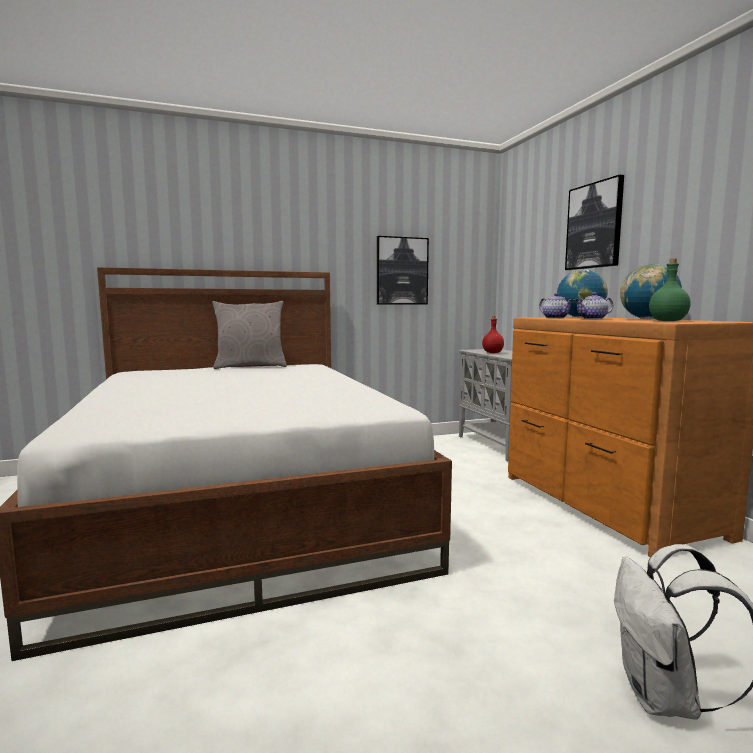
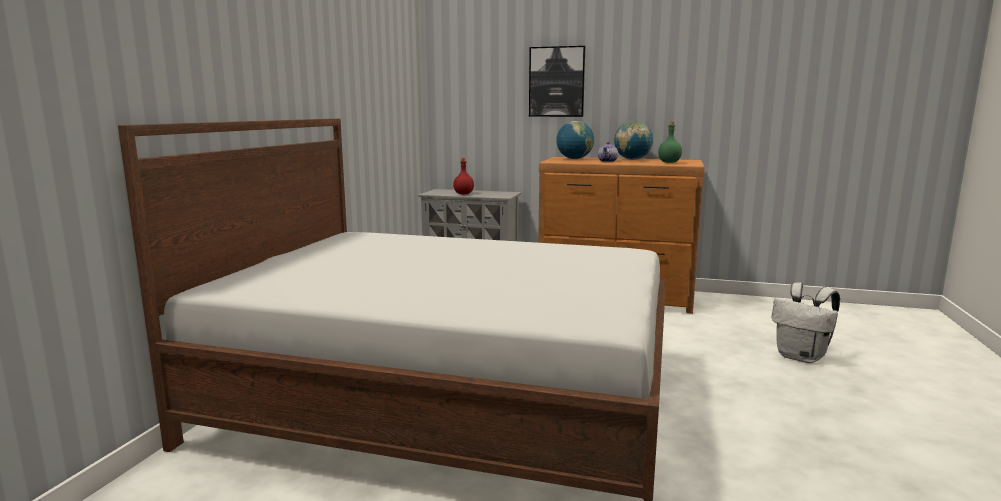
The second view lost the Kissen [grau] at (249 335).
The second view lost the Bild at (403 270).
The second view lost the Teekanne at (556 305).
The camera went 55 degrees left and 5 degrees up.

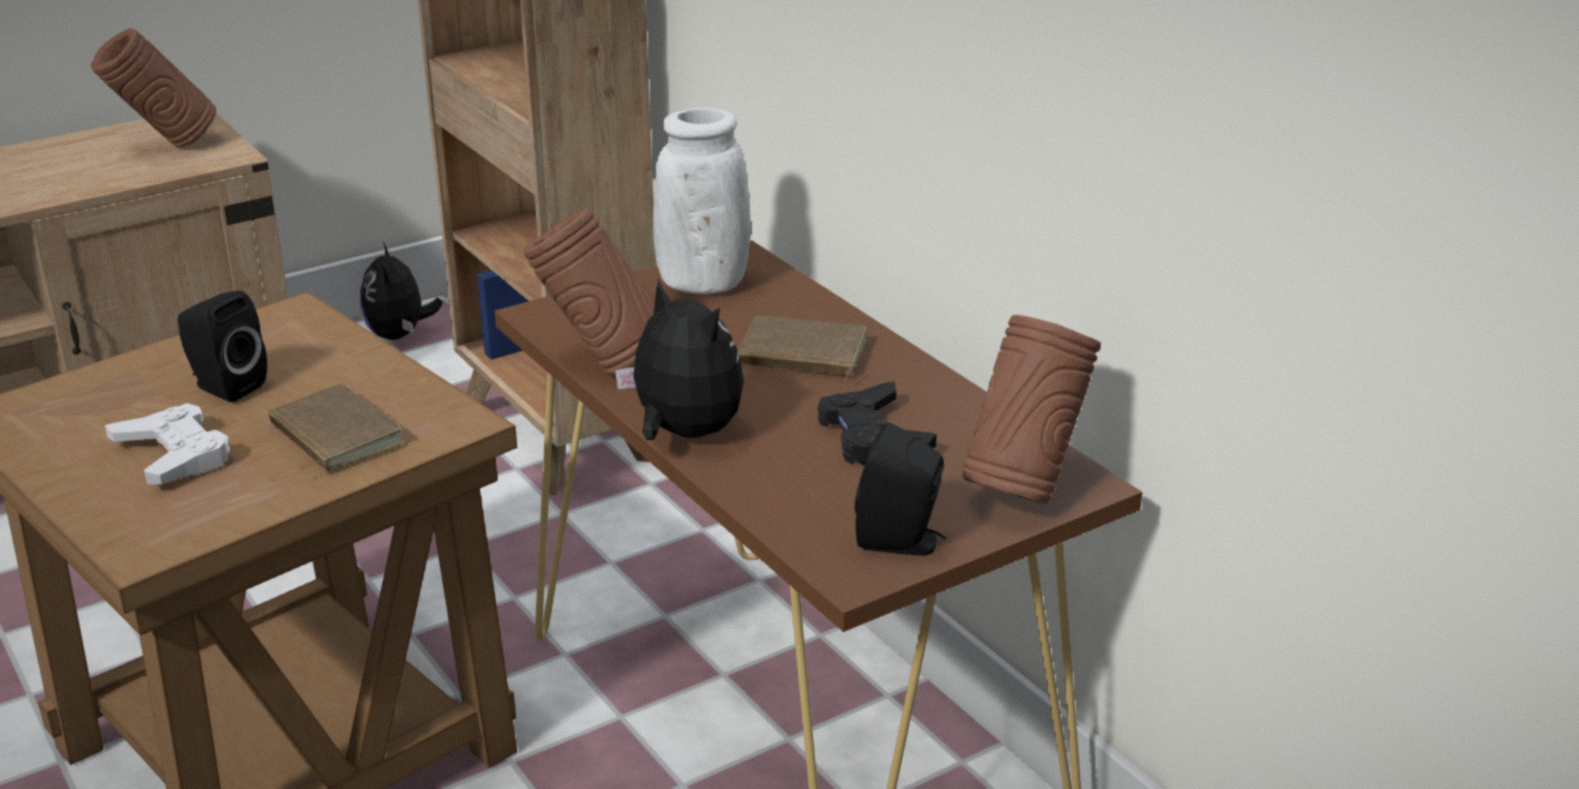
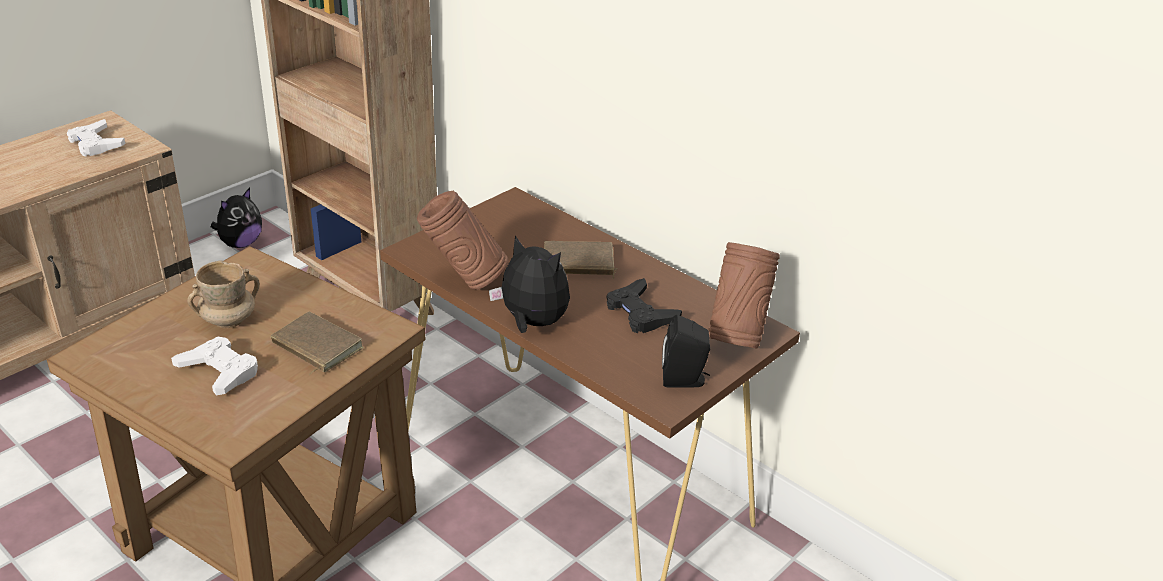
Where the Vase [braun] stood at (153 88), the Gamepad [weiß] came to stand at (96 138).
Where the Lautsprecher [schwarz] stood at (222 347), the Henkelbecher [beige] came to stand at (223 294).
The Plüschtier at (401 291) ended up facing another way, 120 degrees counterclockwise from before.
The second view lost the Vase [weiß] at (702 201).
The camera went 15 degrees left and 5 degrees up.

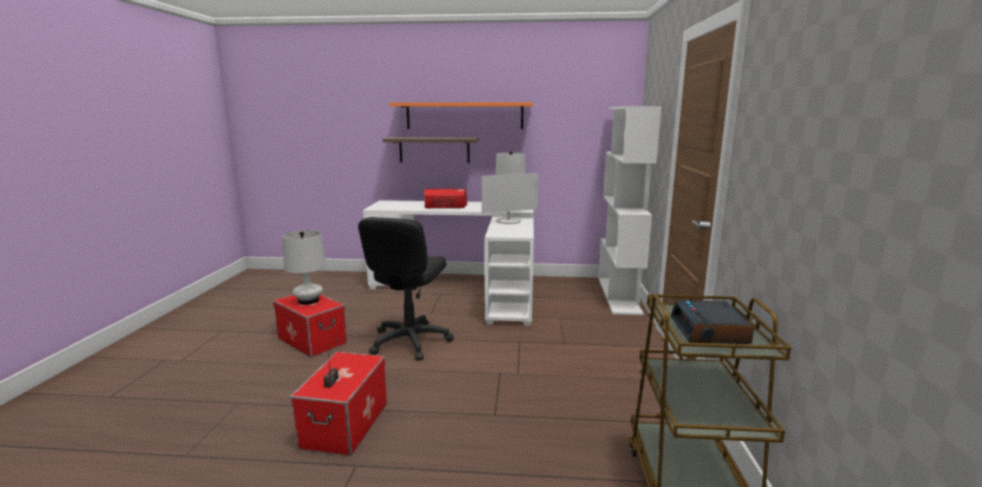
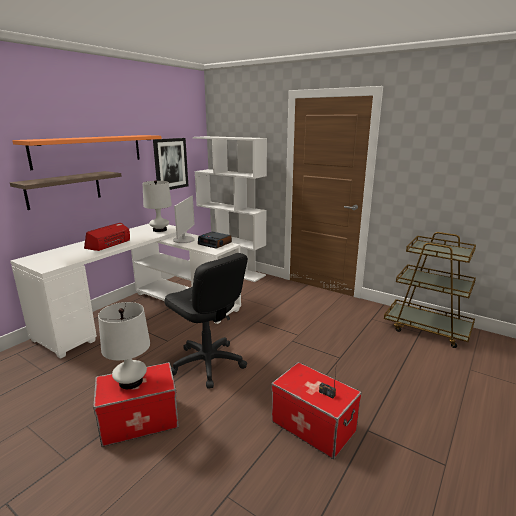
The second view gained the Bild at (170 164).
The Wecker ended up elsewhere, having gone from (712 322) to (215 240).
The camera went 60 degrees left and 5 degrees up.

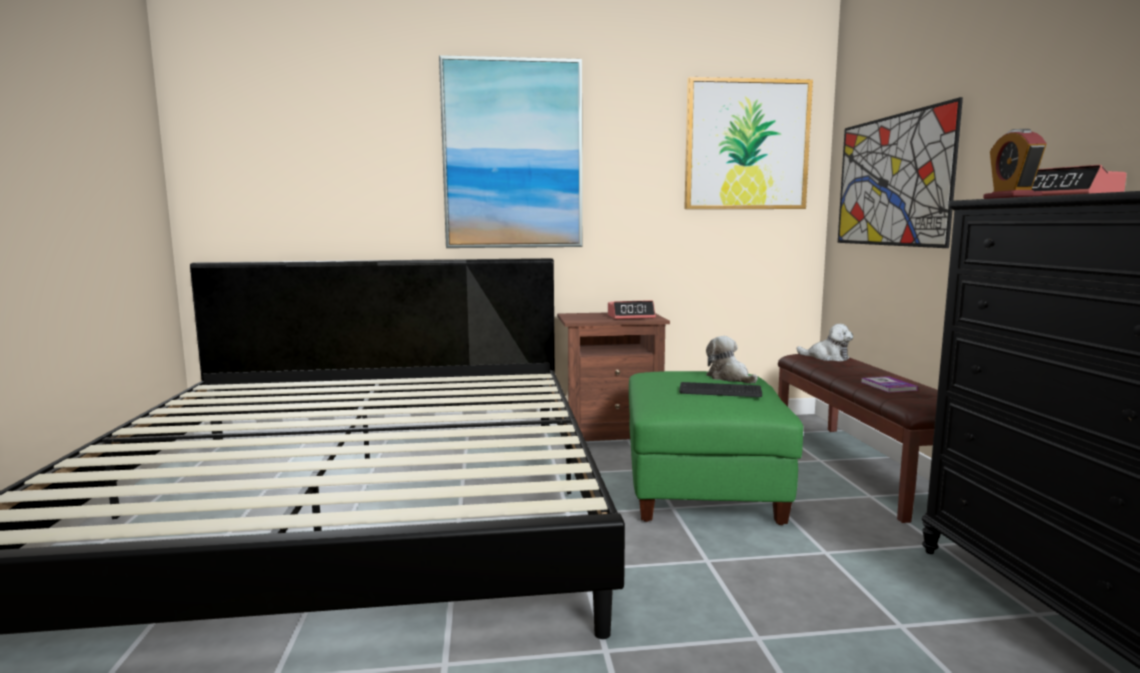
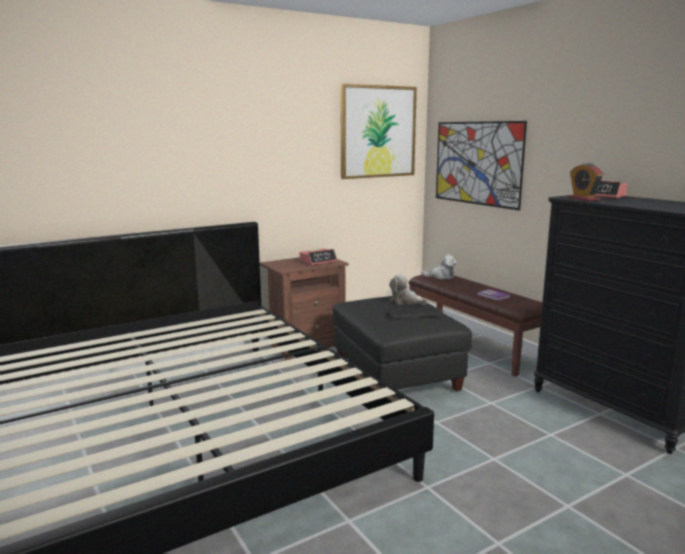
What was the Polsterhocker [grün] at (716 448) turned into the Polsterhocker [schwarz] at (402 343).
The second view lost the Bild at (510 151).
The camera went 25 degrees left and 5 degrees up.

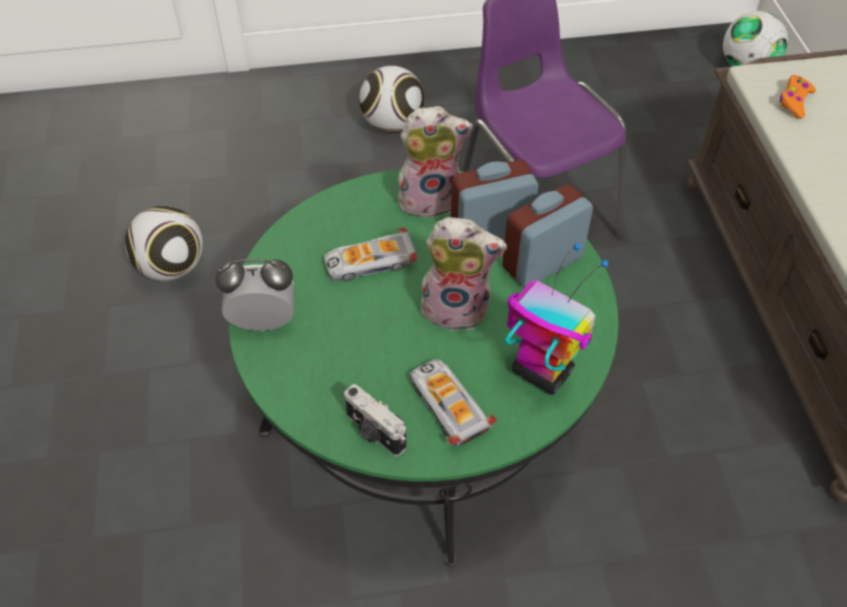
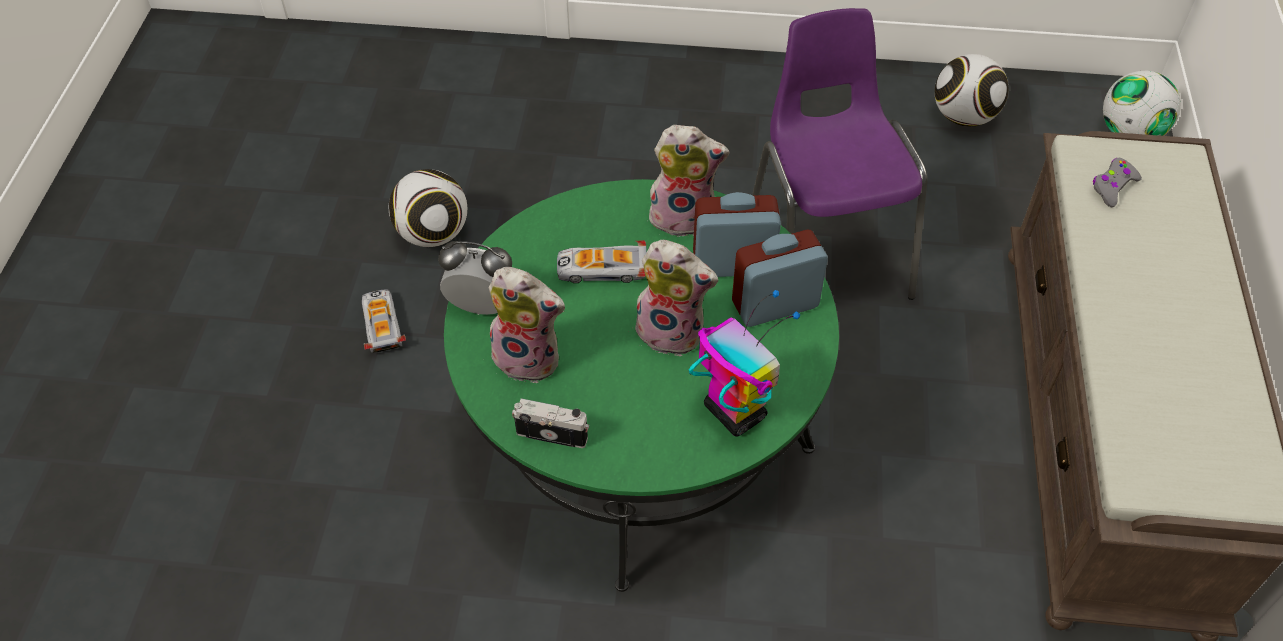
The Spielzeugauto ended up elsewhere, having gone from (453 402) to (384 321).
The second view gained the Plüschtier at (526 325).
The Kamera at (375 420) ended up facing another way, 135 degrees clockwise from before.
The Fußball ended up elsewhere, having gone from (391 99) to (971 90).
What was the Gamepad [orange] at (798 97) turned into the Gamepad [grau] at (1117 182).
The camera went 15 degrees right and 0 degrees up.

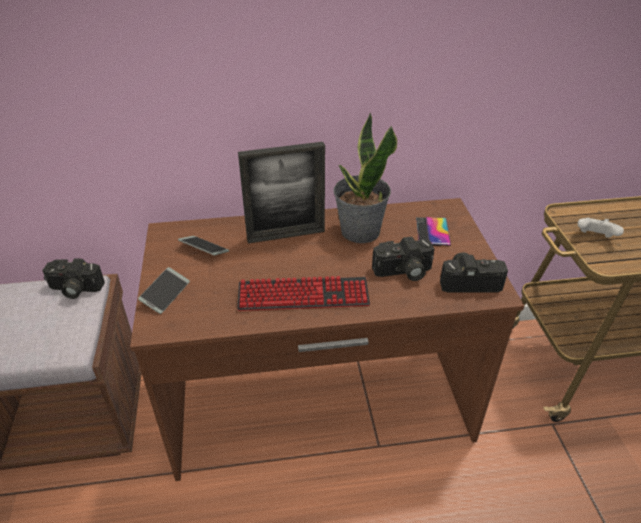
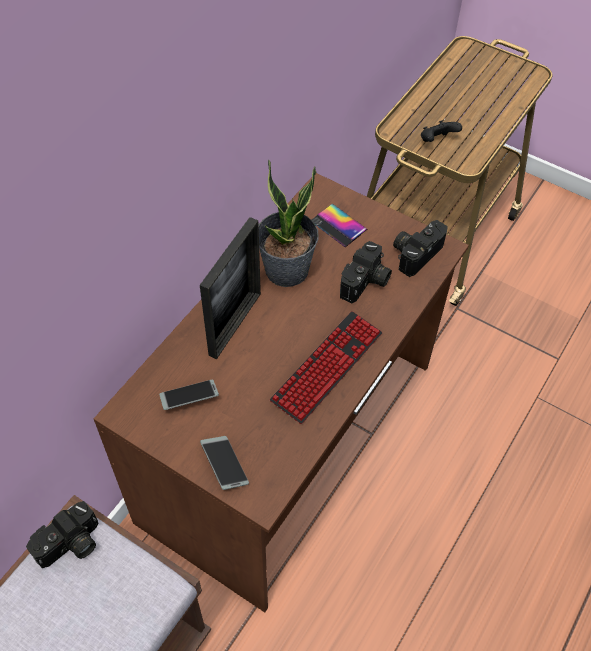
What was the Gamepad [weiß] at (601 228) turned into the Gamepad [schwarz] at (441 131).
The camera went 50 degrees left and 15 degrees up.

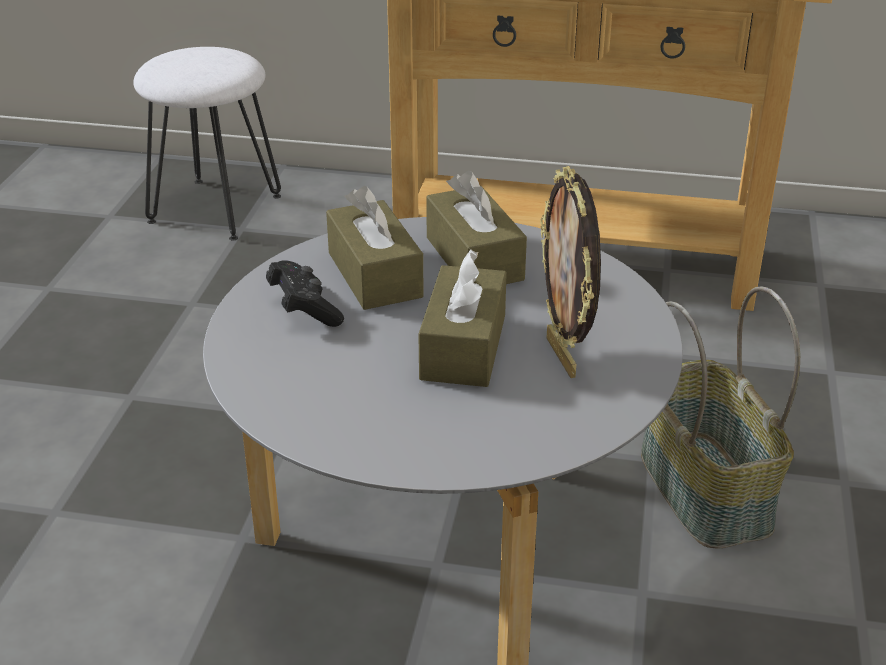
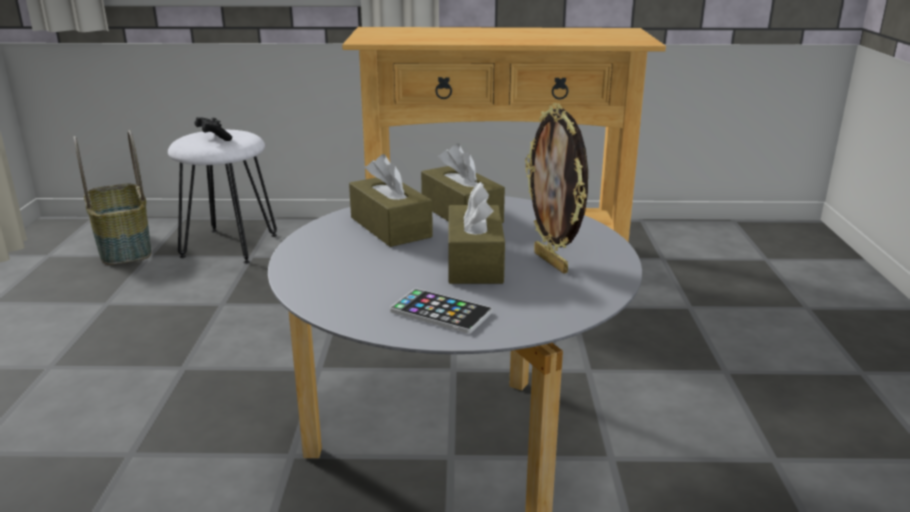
The Korb ended up elsewhere, having gone from (720 417) to (112 197).
The Gamepad [schwarz] ended up elsewhere, having gone from (305 293) to (213 129).
The second view gained the Handy at (441 311).
The camera went 10 degrees left and 10 degrees down.

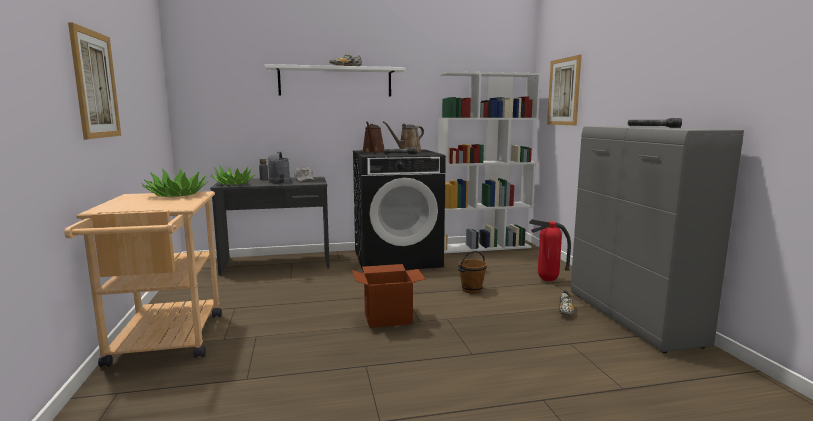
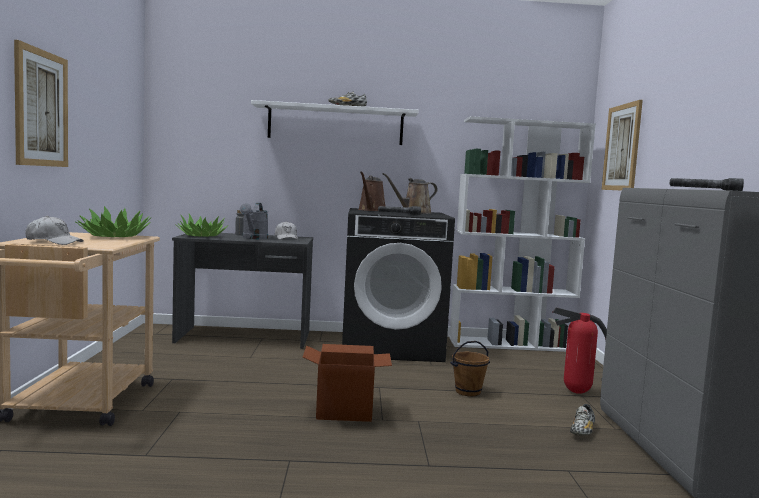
The second view gained the Kappe [weiß] at (54 230).
The camera went 10 degrees right and 5 degrees down.

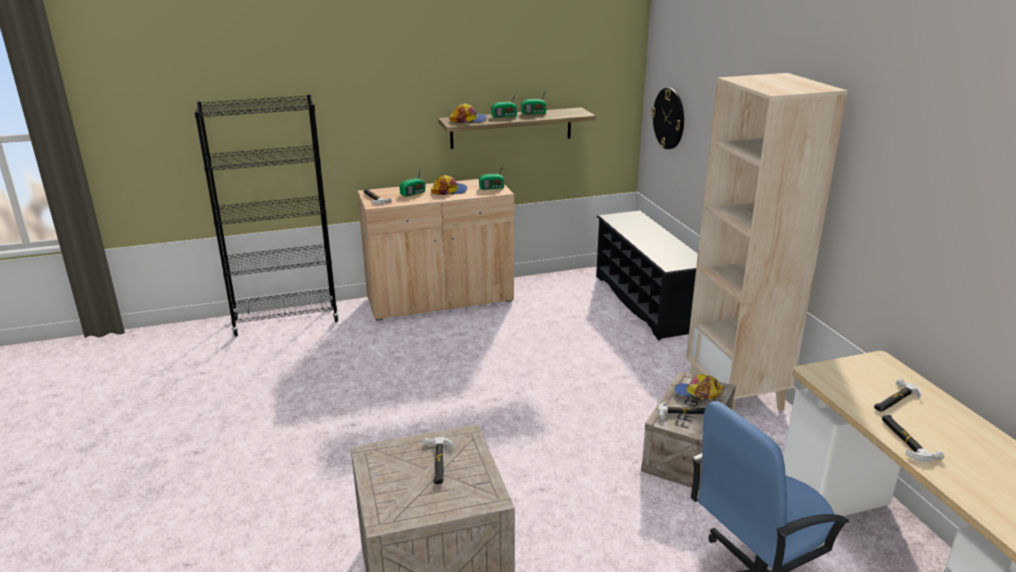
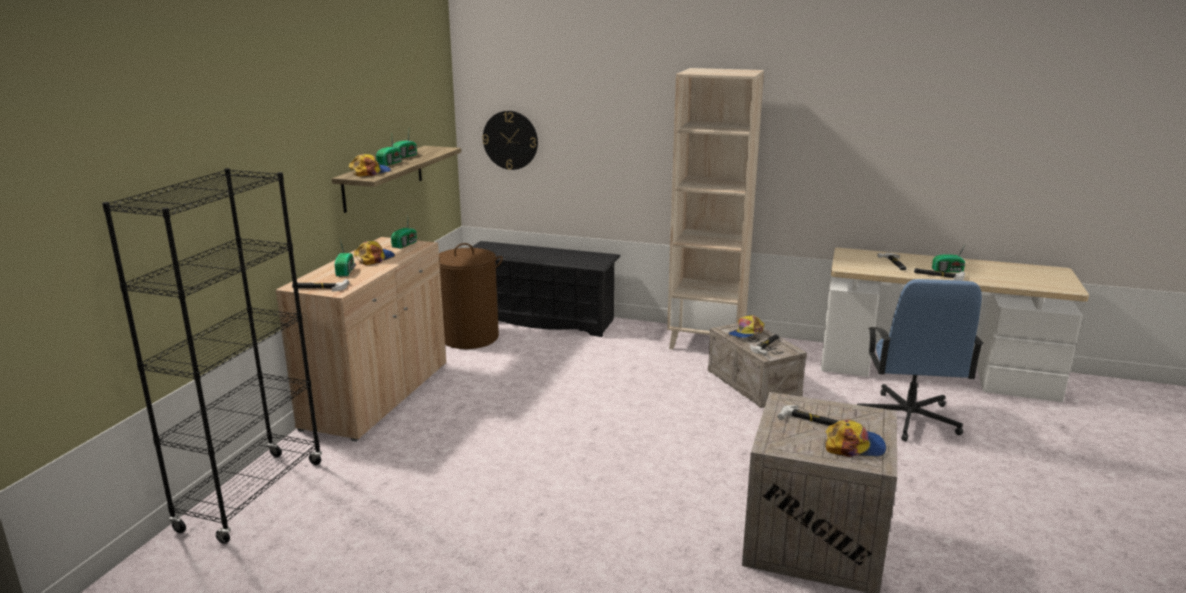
The second view gained the Wäschekorb [braun] at (471 296).
The second view gained the Kappe at (855 438).
The second view gained the Radio at (949 257).
The camera went 55 degrees left and 5 degrees down.

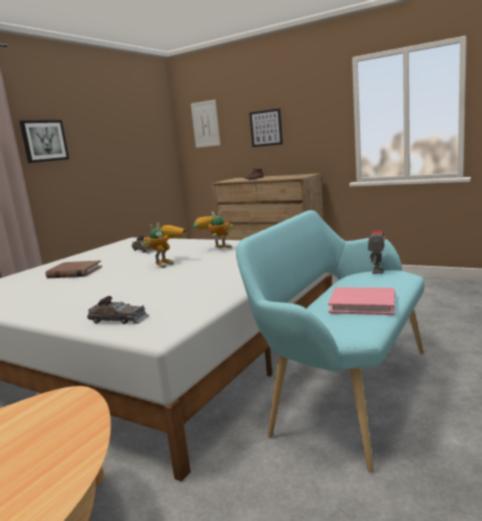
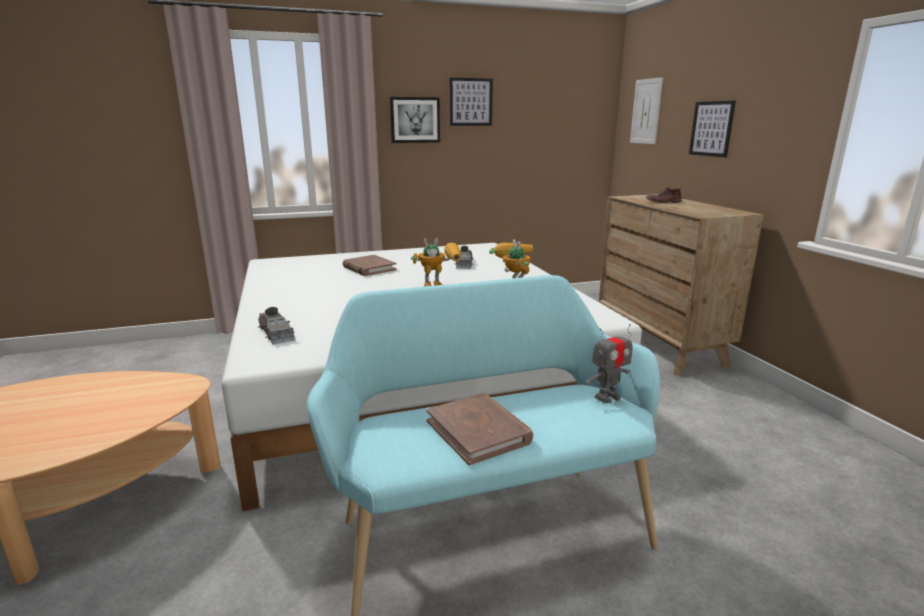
What was the Buch [rosa] at (361 301) turned into the Buch [braun] at (480 429).
The second view gained the Bild at (471 102).
The camera went 40 degrees right and 5 degrees up.

